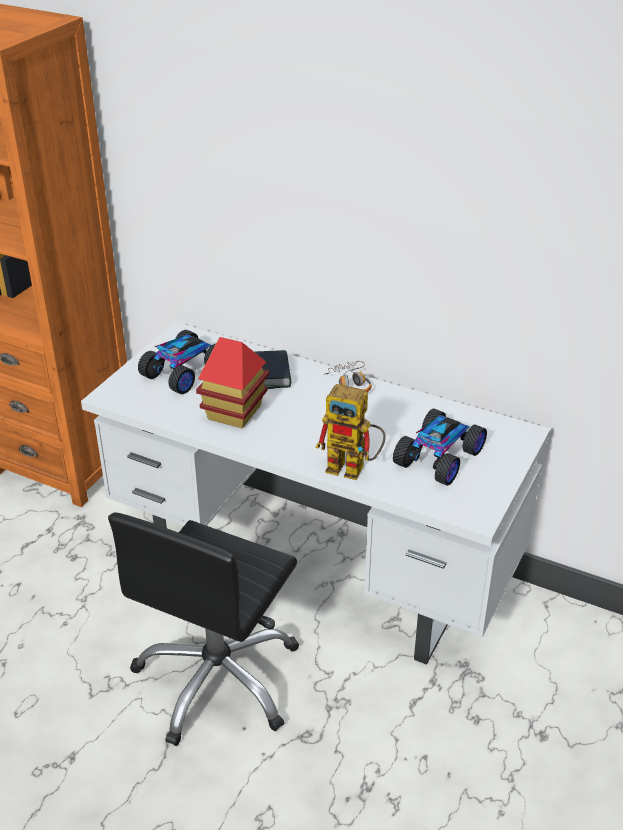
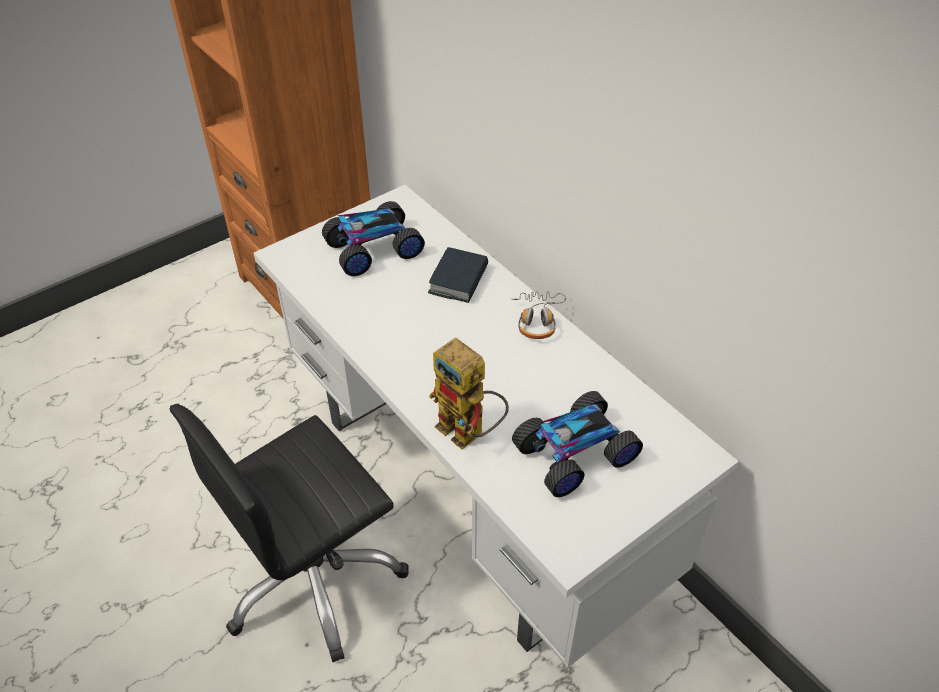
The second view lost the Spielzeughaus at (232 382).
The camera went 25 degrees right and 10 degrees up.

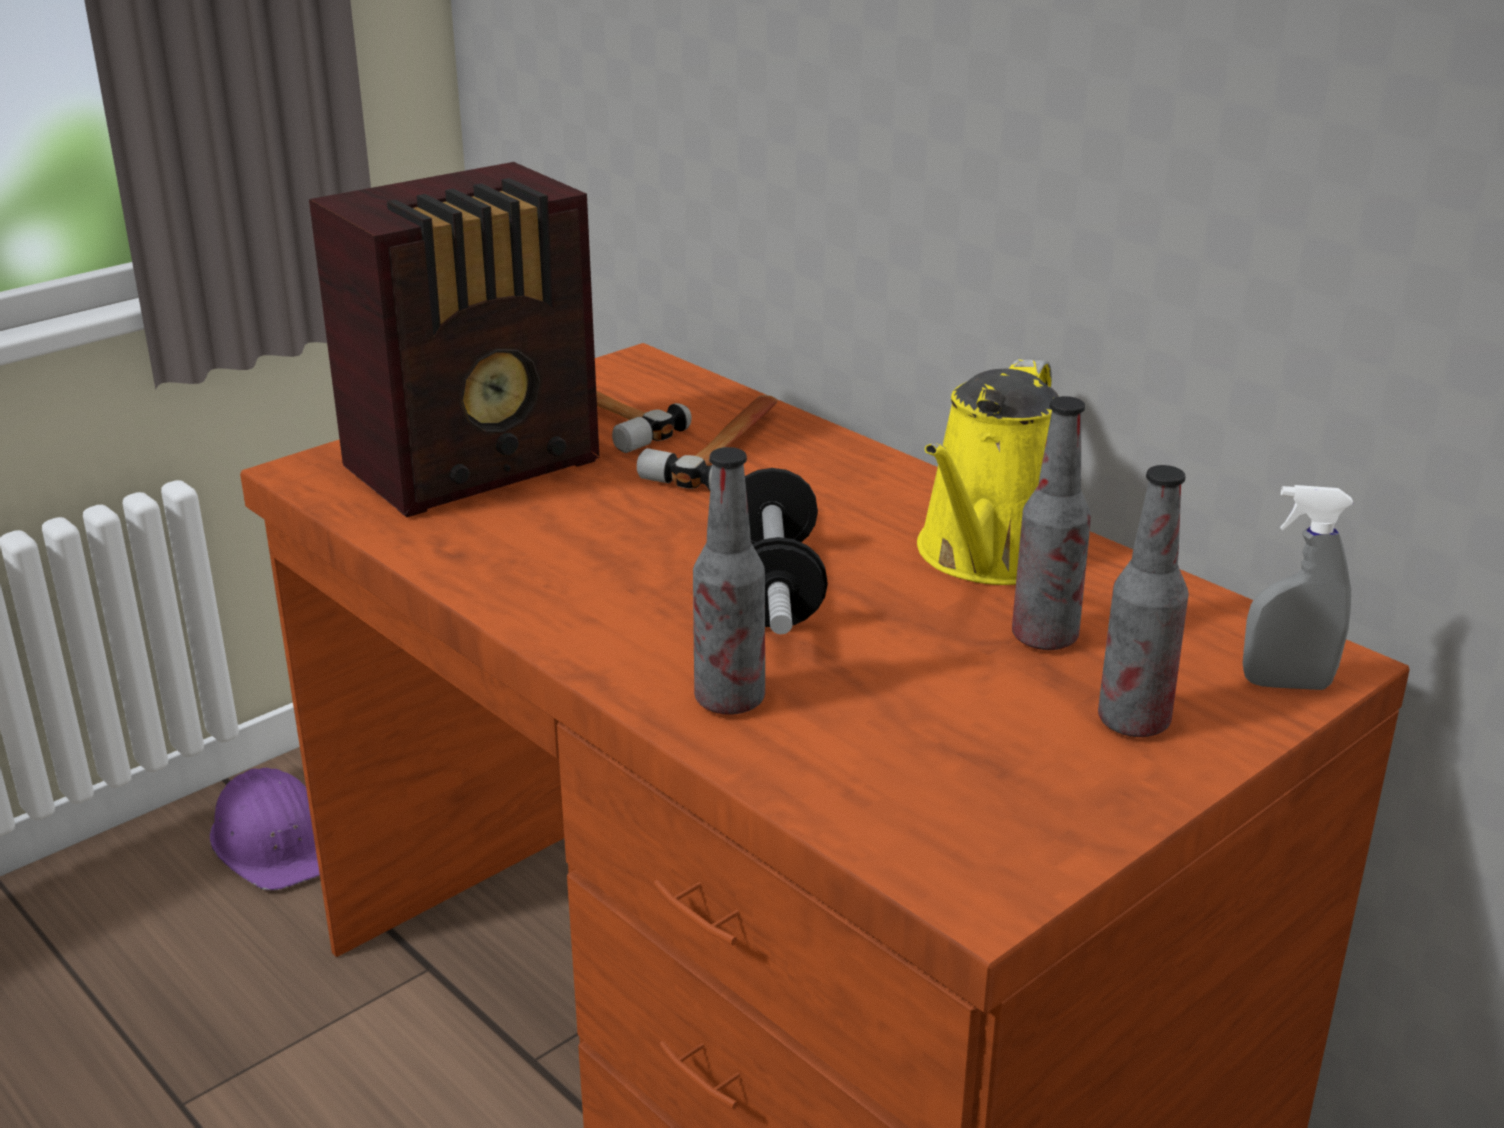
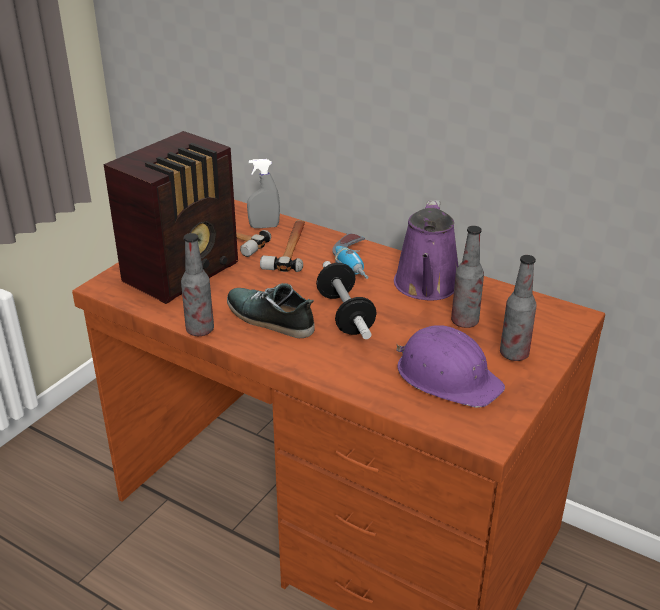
The Flasche ended up elsewhere, having gone from (729 581) to (197 284).
The second view gained the Schuh at (271 310).
The Sprühflasche [grau] ended up elsewhere, having gone from (1298 587) to (263 193).
The second view gained the Bohrmaschine at (350 256).
What was the Gießkanne [gelb] at (988 471) turned into the Gießkanne [lila] at (426 250).
The Schutzhelm [lila] ended up elsewhere, having gone from (265 829) to (450 366).
The camera went 15 degrees left and 5 degrees up.

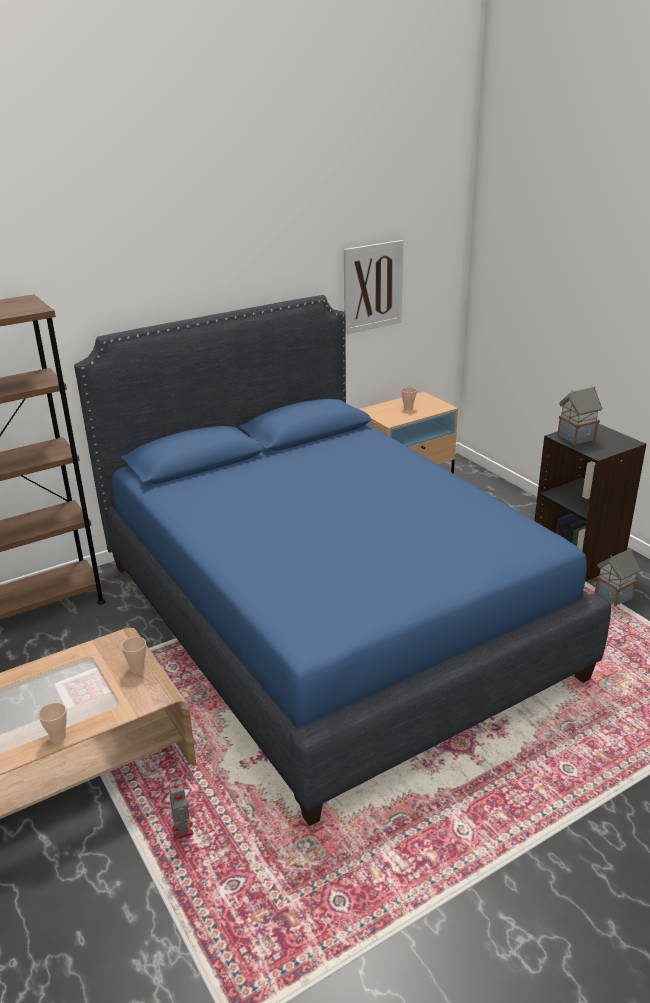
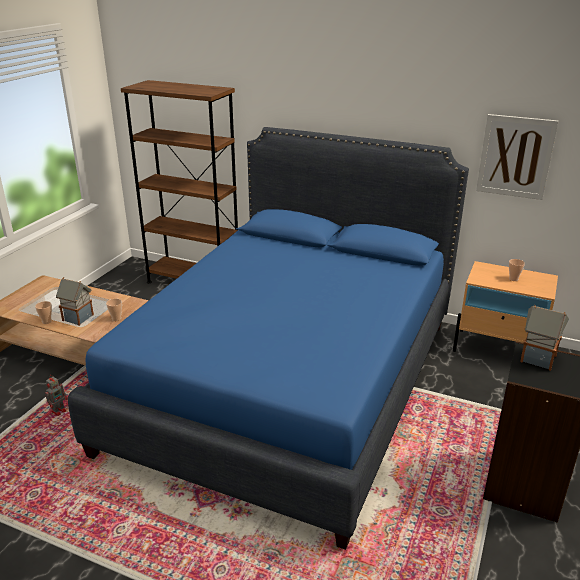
The Spielzeughaus ended up elsewhere, having gone from (617 577) to (75 301).
The camera went 55 degrees right and 0 degrees up.

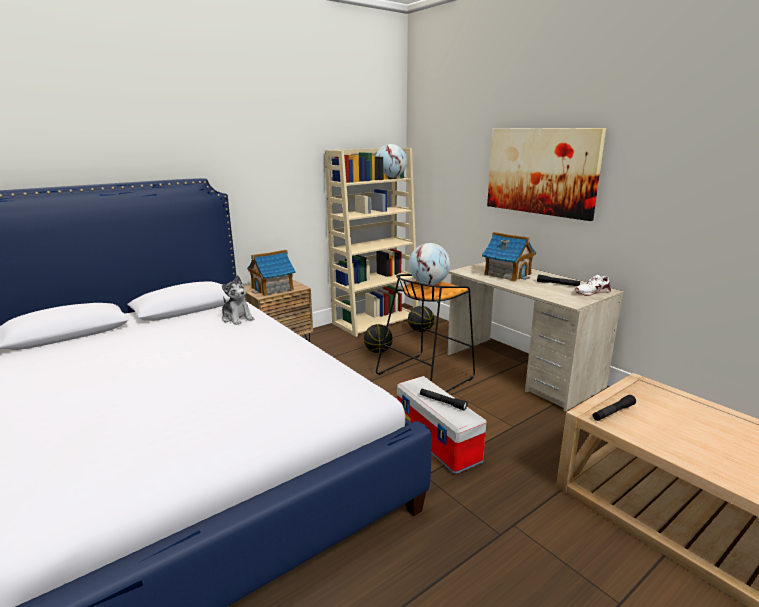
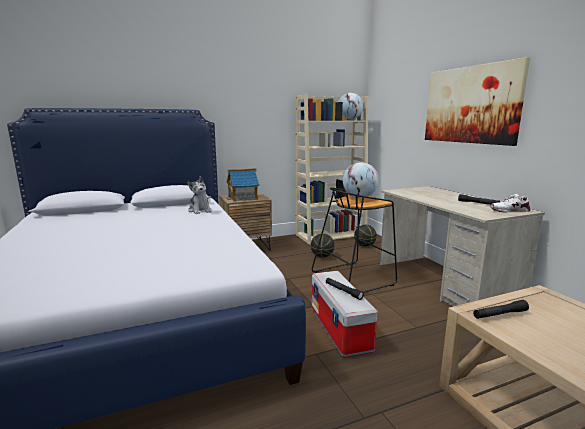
The second view lost the Spielzeughaus at (509 257).
The camera went 15 degrees right and 5 degrees down.

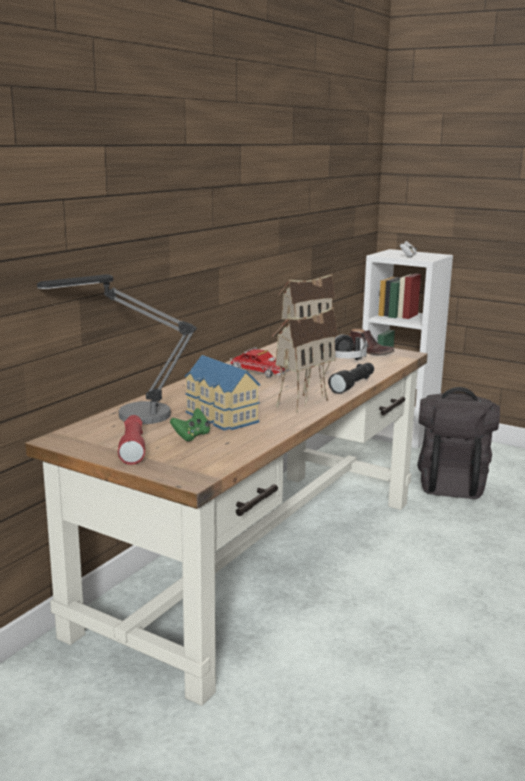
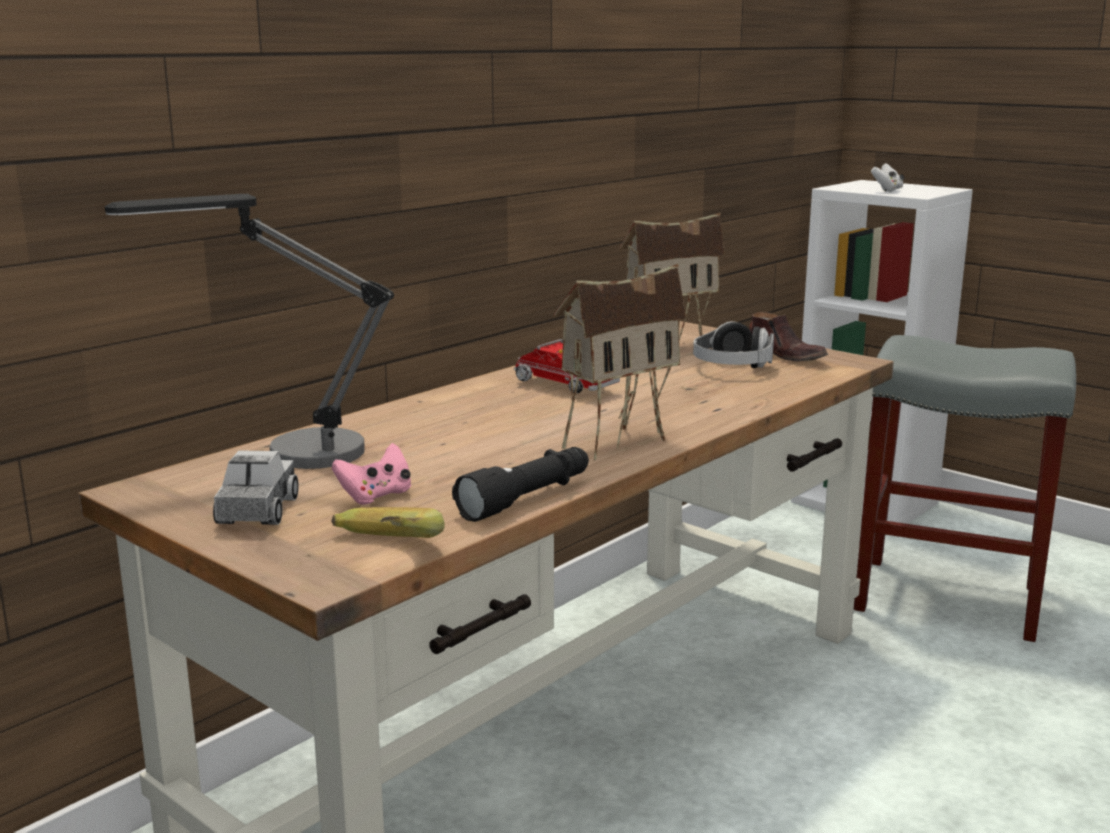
Where the Taschenlampe [rot] stood at (131 440), the Spielzeuglaster came to stand at (256 487).
The second view gained the Banane at (387 522).
What was the Gamepad [grün] at (190 424) turned into the Gamepad [rosa] at (371 474).
The Taschenlampe [schwarz] ended up elsewhere, having gone from (351 378) to (520 484).
Where the Rucksack [schwarz] stood at (458 443), the Hocker [grau] came to stand at (965 488).
The second view lost the Spielzeughaus at (222 393).
The camera went 10 degrees right and 0 degrees up.

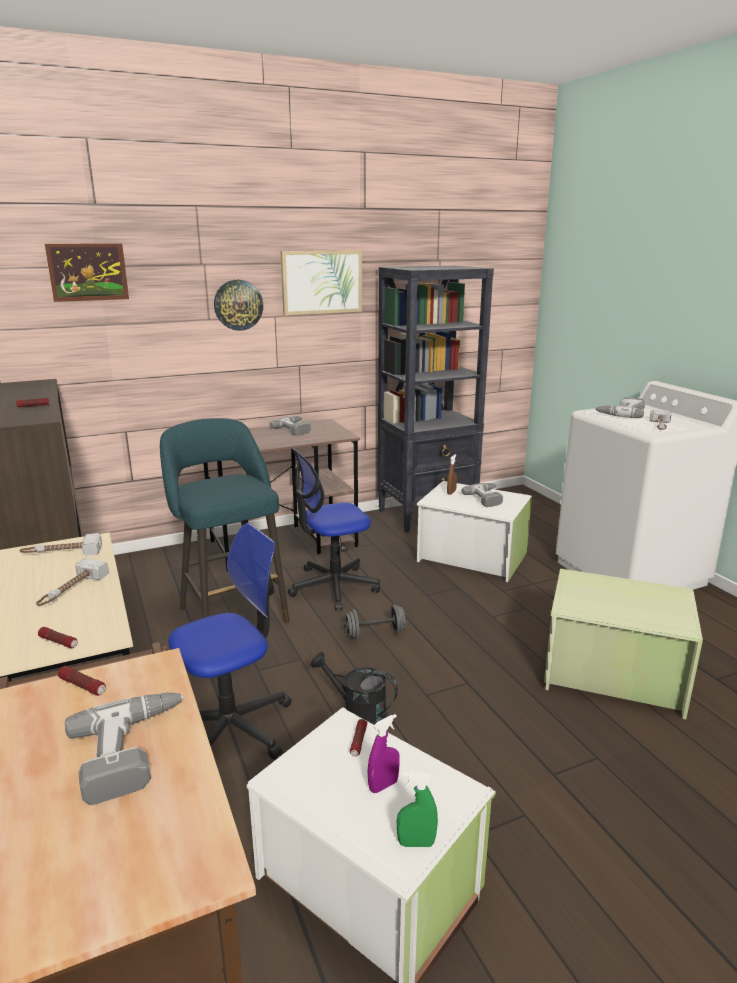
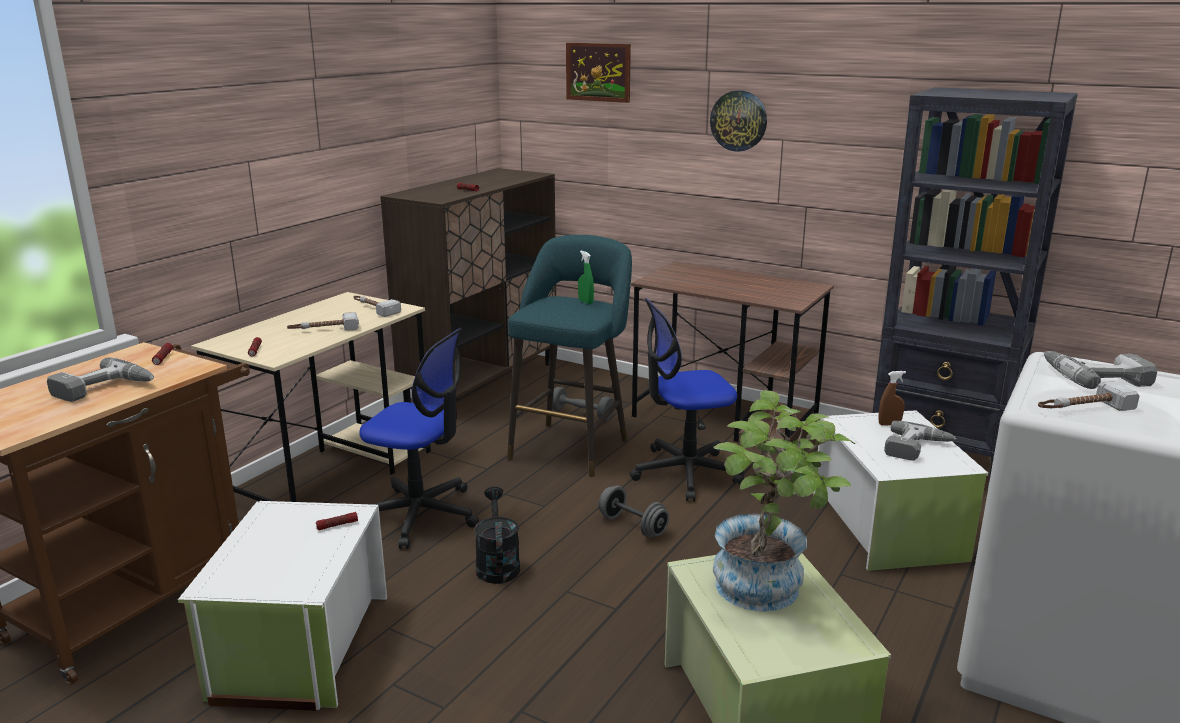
The second view gained the Hantel [grau] at (583 404).
The Sprühflasche [grün] ended up elsewhere, having gone from (417 809) to (586 277).
The Bürostuhl at (334 528) ended up facing another way, 45 degrees counterclockwise from before.
The second view gained the Topfpflanze at (784 501).
The second view lost the Bohrmaschine at (290 426).
The second view lost the Bild at (321 282).
The second view lost the Sprühflasche [lila] at (384 753).
The camera went 55 degrees right and 0 degrees up.

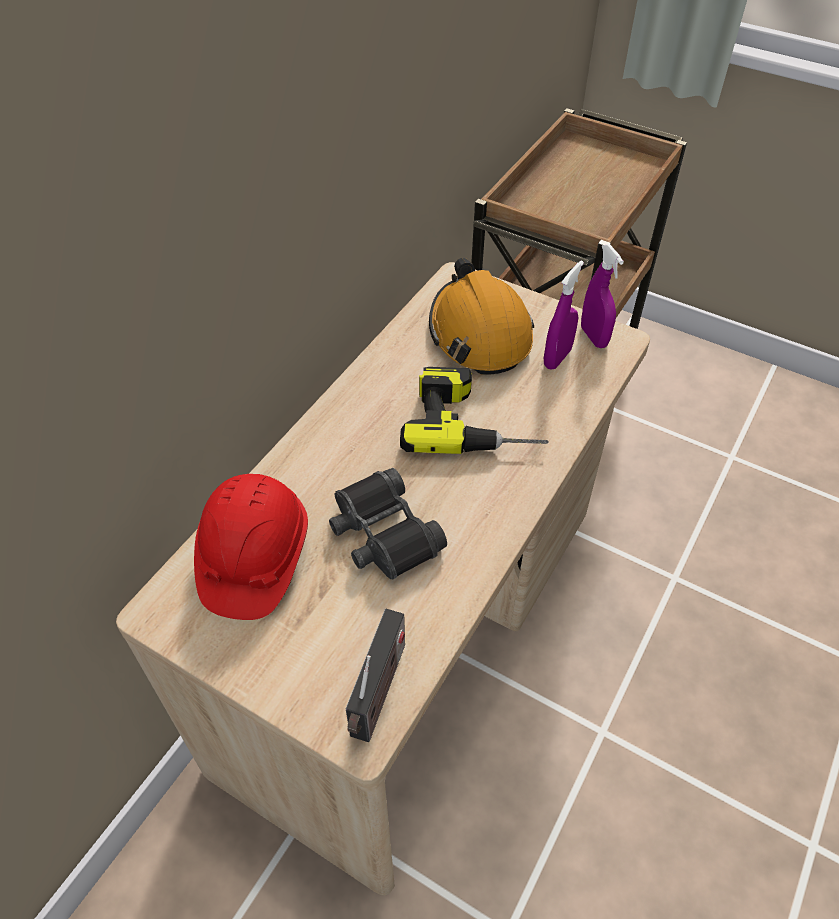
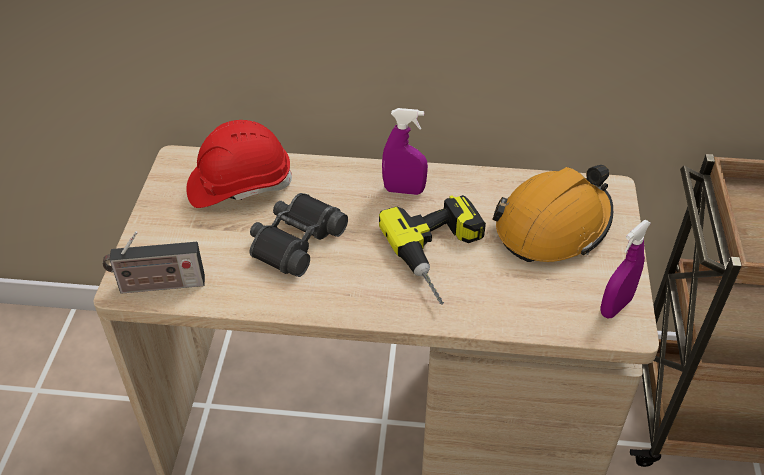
The Sprühflasche [lila] ended up elsewhere, having gone from (564 315) to (405 151).
The camera went 65 degrees right and 5 degrees down.

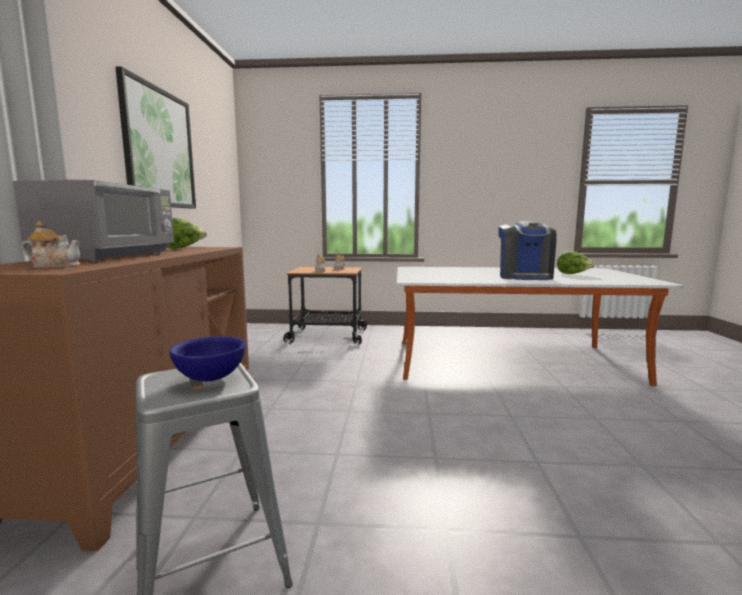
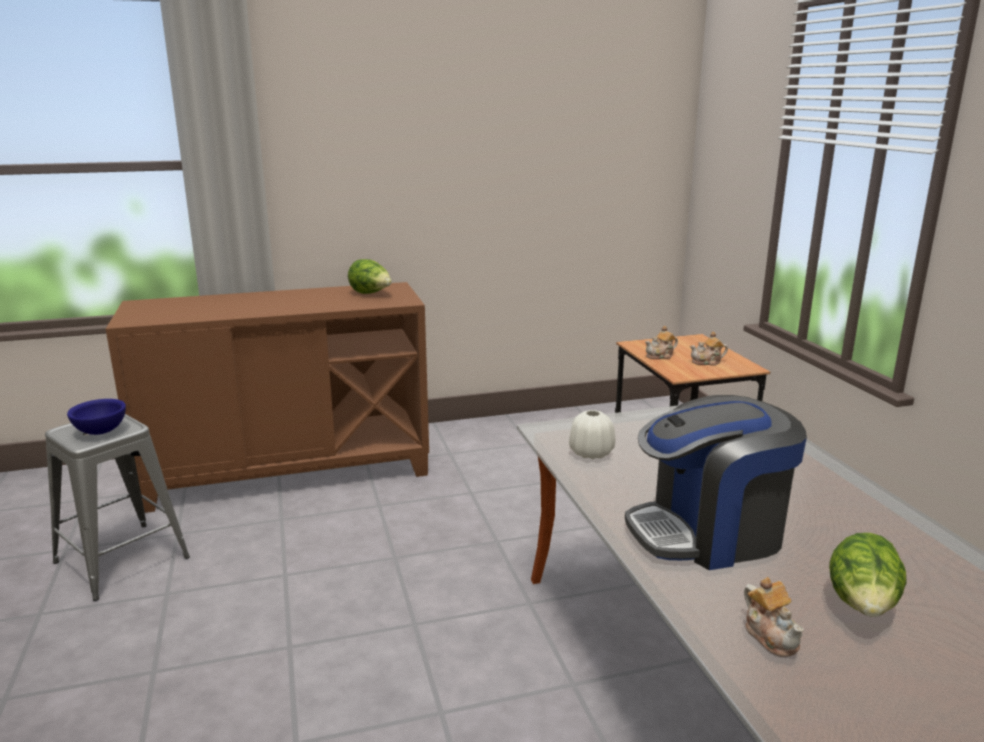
The second view gained the Vase [weiß] at (592 434).
The Teekanne ended up elsewhere, having gone from (51 244) to (774 617).
The second view lost the Mikrowelle [grau] at (93 221).
The second view lost the Bild at (155 137).
The camera went 70 degrees right and 10 degrees up.

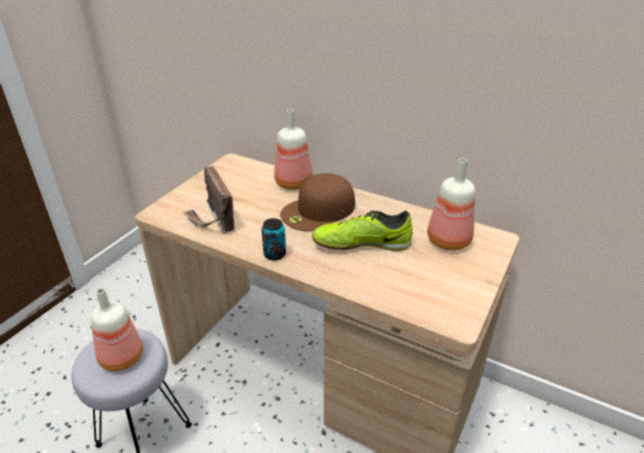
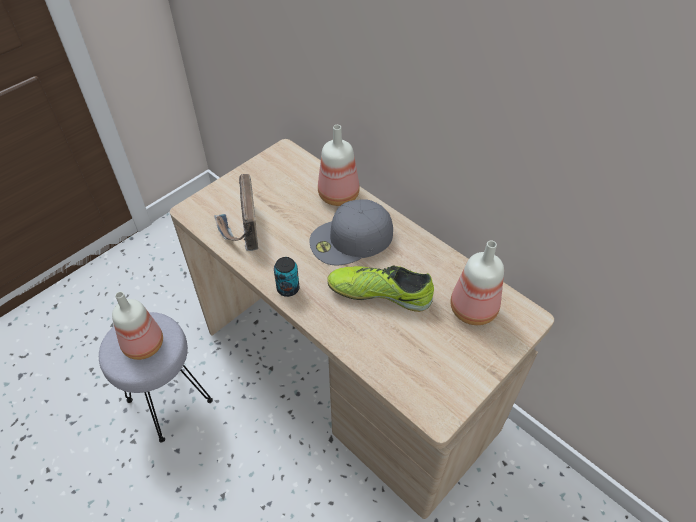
What was the Kappe [braun] at (317 202) turned into the Kappe [grau] at (351 232).
The camera went 15 degrees right and 15 degrees up.

